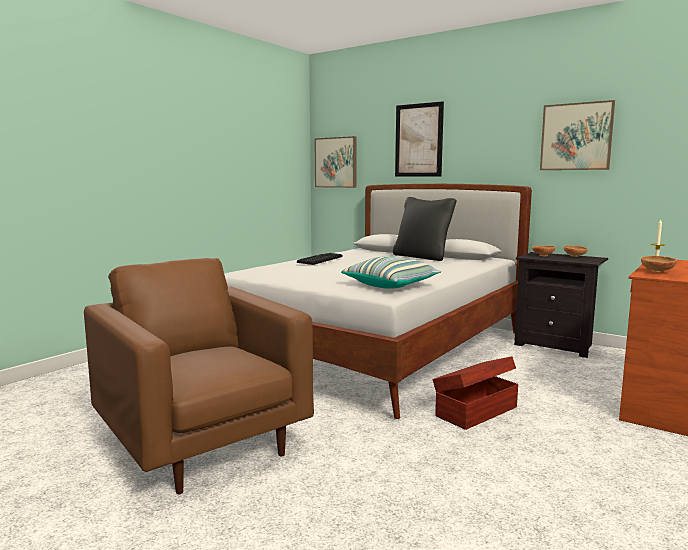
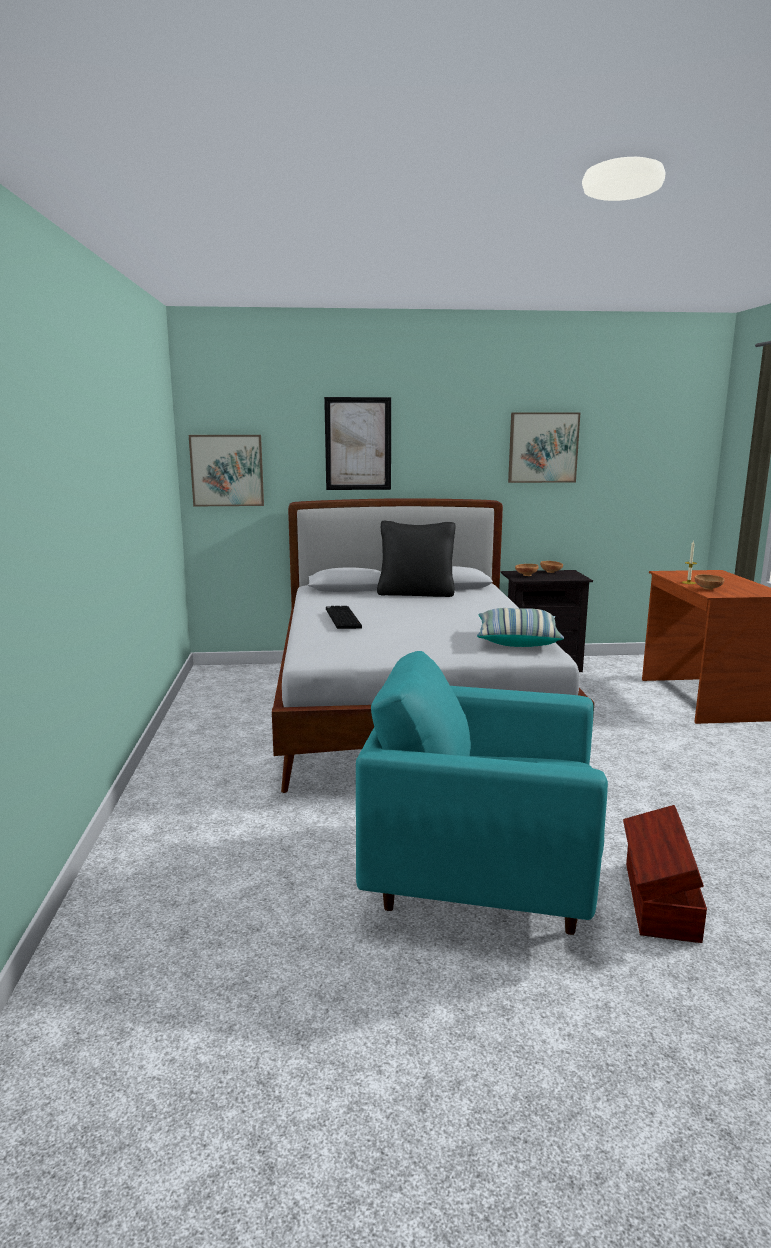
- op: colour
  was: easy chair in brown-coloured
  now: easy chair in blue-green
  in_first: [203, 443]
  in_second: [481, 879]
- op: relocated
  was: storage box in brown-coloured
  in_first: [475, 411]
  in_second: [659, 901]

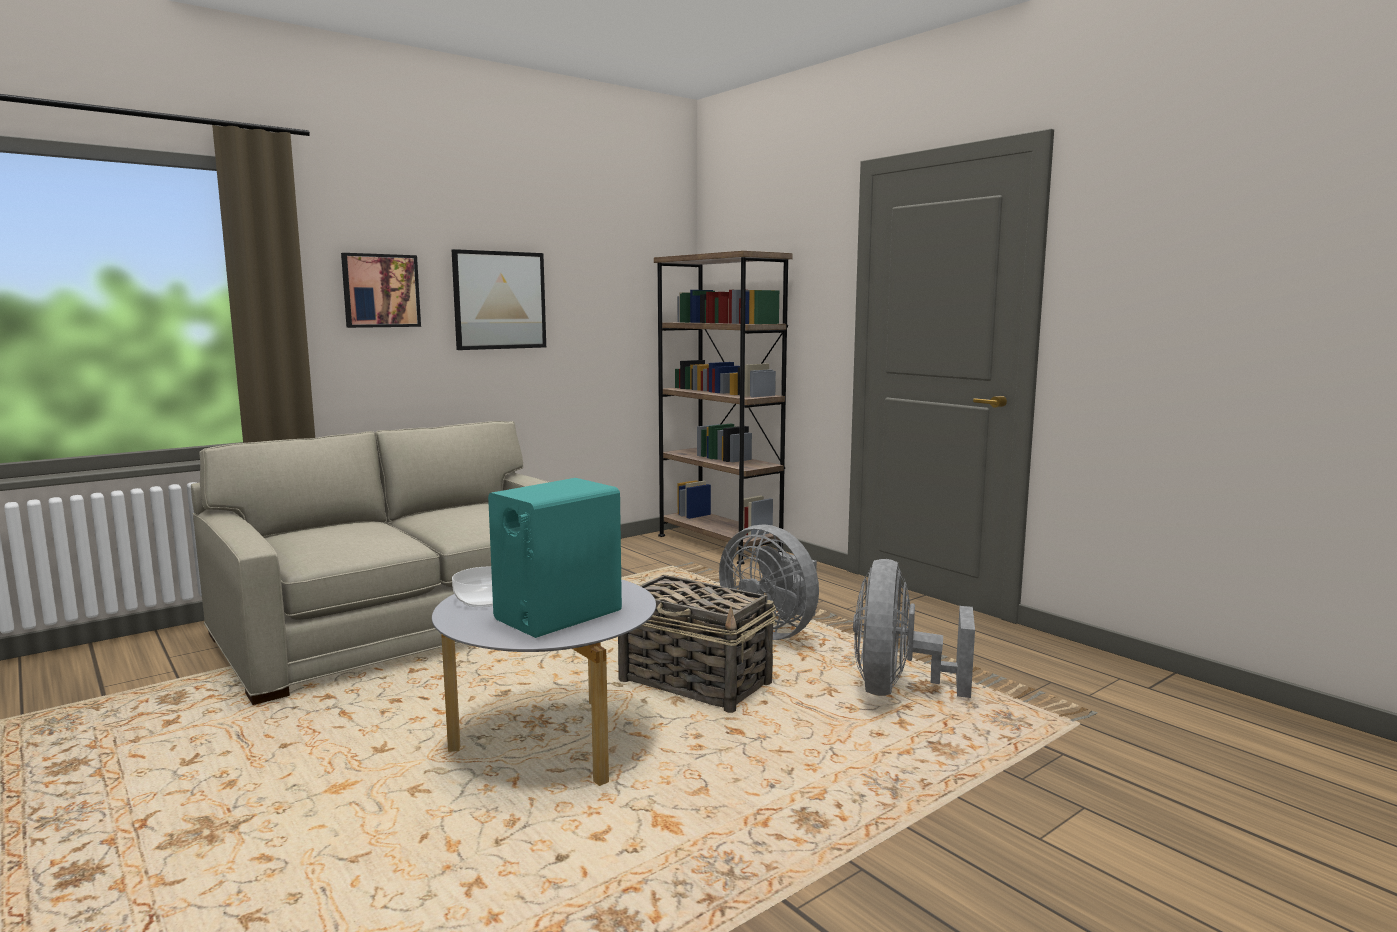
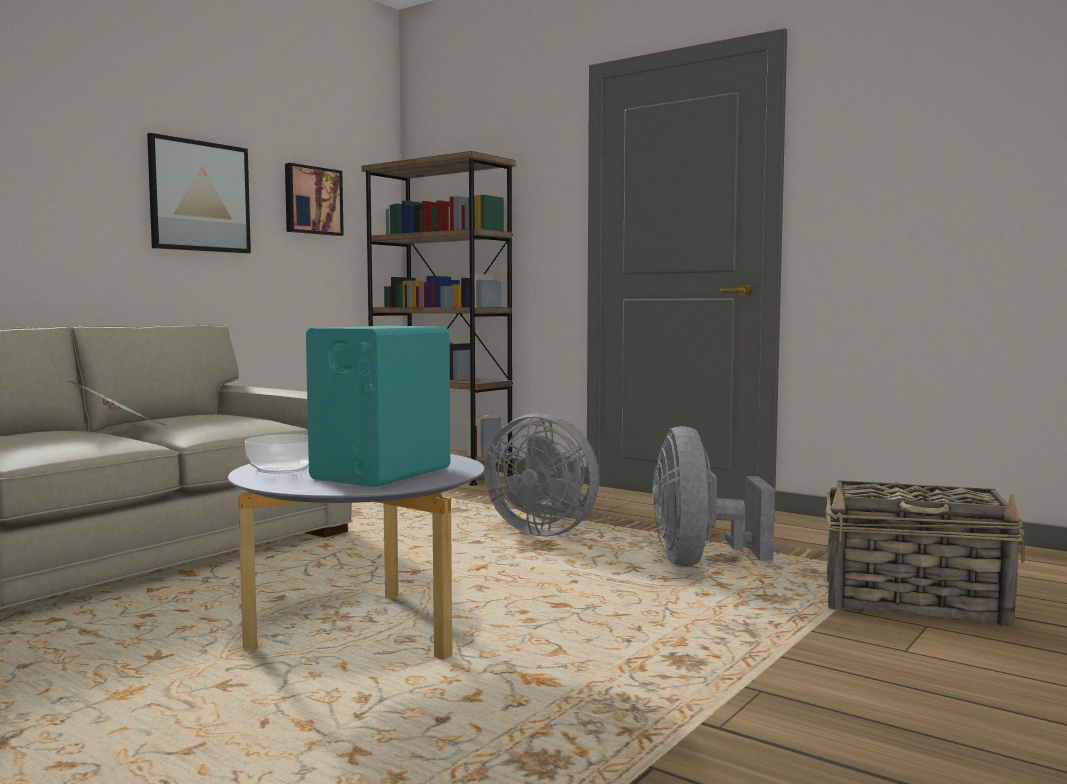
- op: relocated
  was: picture
  in_first: [380, 291]
  in_second: [312, 200]
- op: relocated
  was: basket
  in_first: [696, 682]
  in_second: [916, 603]
- op: appeared
  now: newspaper
  in_second: [119, 427]

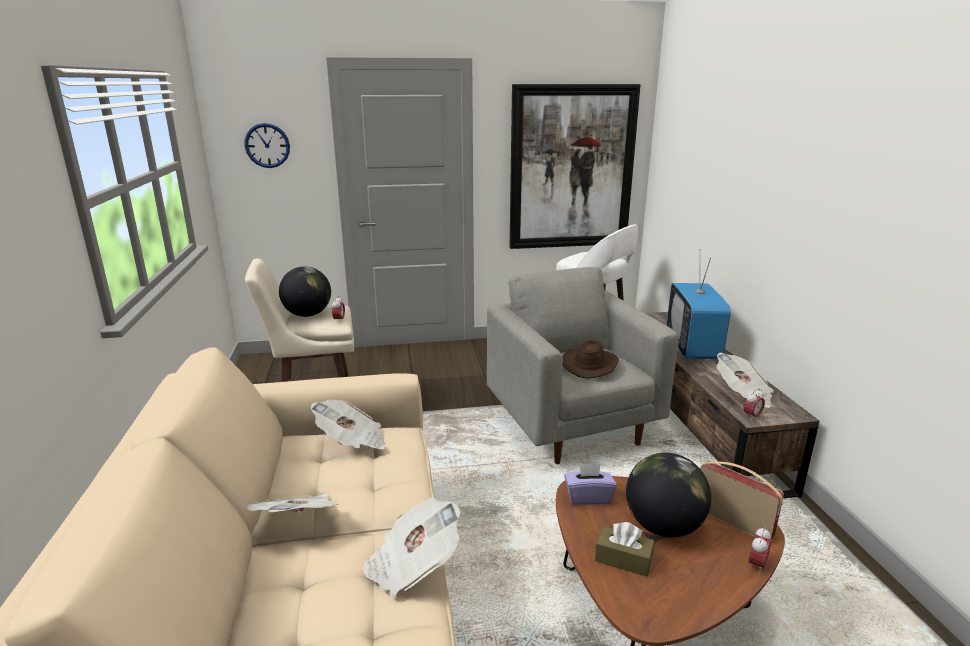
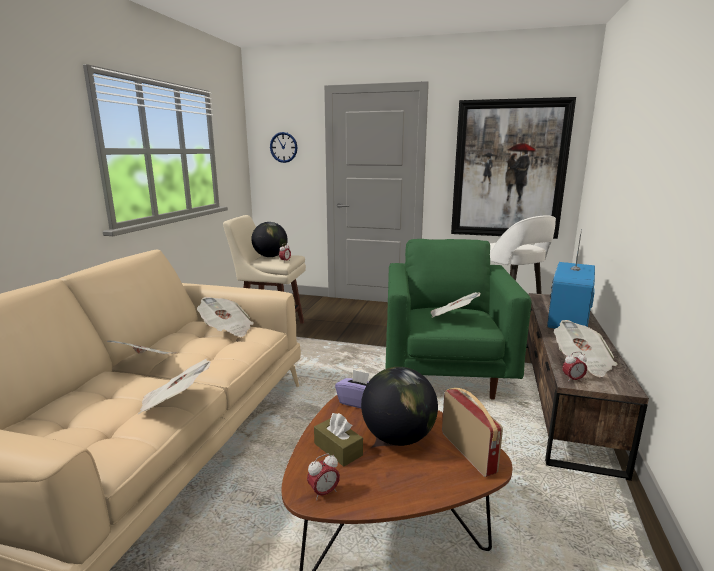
- op: colour
  was: easy chair in greyish
  now: easy chair in greenish
  in_first: [572, 426]
  in_second: [445, 373]
- op: exchanged
  was: hat in brown-coloured
  now: newspaper
  in_first: [590, 365]
  in_second: [452, 317]
- op: relocated
  was: alarm clock
  in_first: [756, 565]
  in_second: [324, 493]

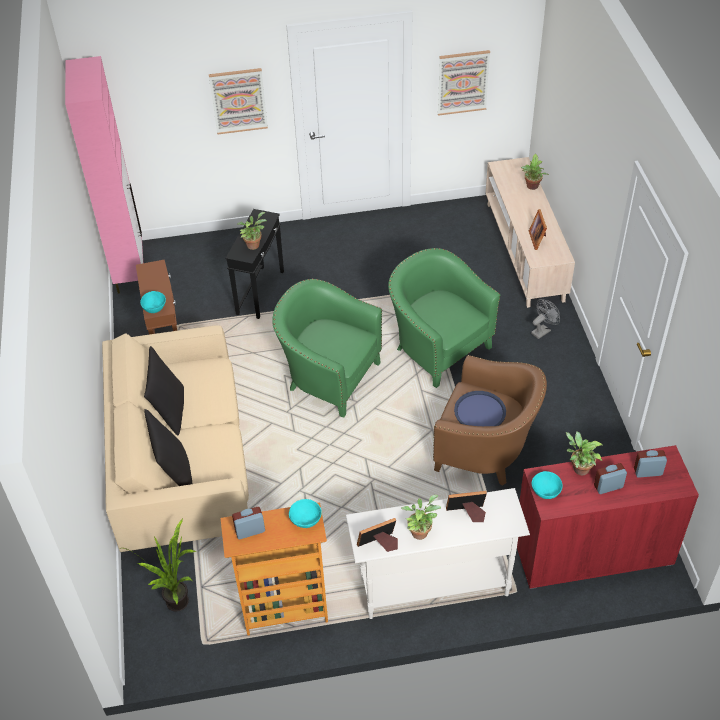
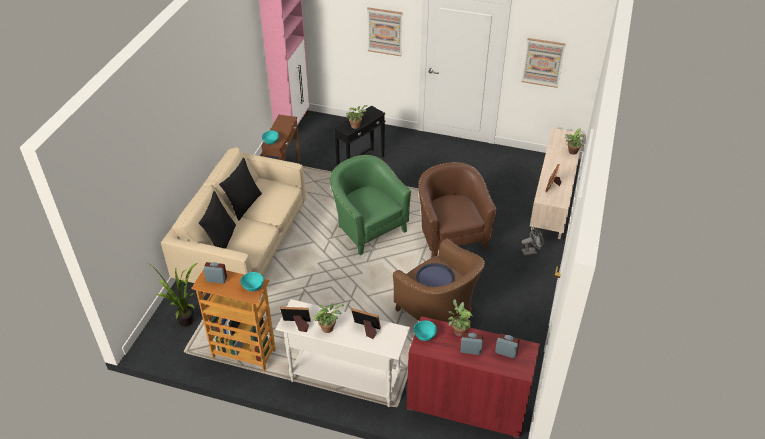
- op: colour
  was: easy chair in greenish
  now: easy chair in brown-coloured
  in_first: [437, 347]
  in_second: [451, 236]

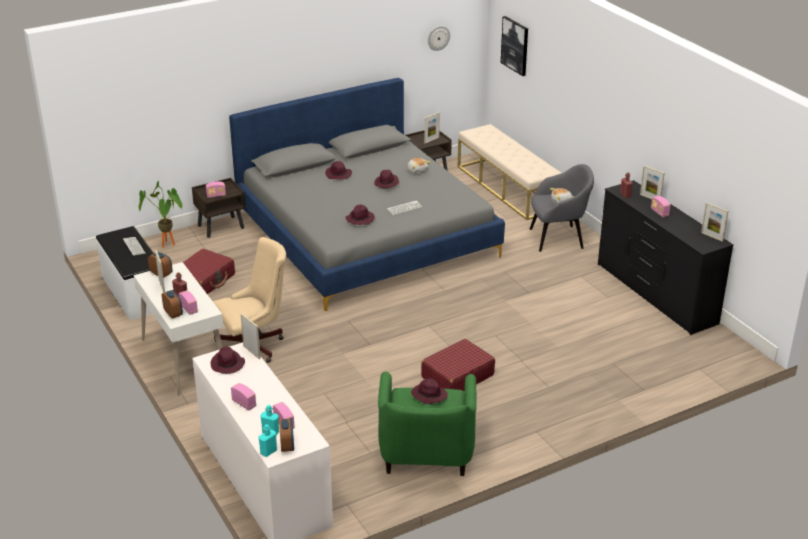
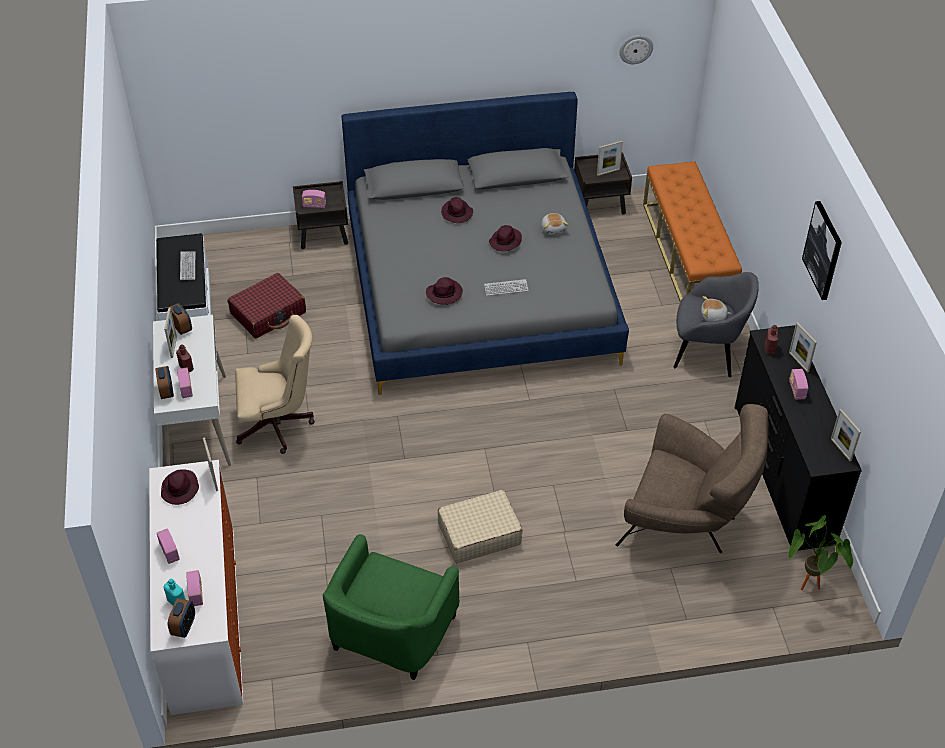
- op: relocated
  was: picture
  in_first: [515, 45]
  in_second: [823, 250]
- op: colour
  was: bench in beige
  now: bench in orange-coloured
  in_first: [507, 188]
  in_second: [687, 254]
- op: relocated
  was: houseplant
  in_first: [167, 246]
  in_second: [808, 589]
- op: colour
  was: suitcase in red
  now: suitcase in beige
  in_first: [457, 376]
  in_second: [479, 534]
- op: missing
  was: hat in purple
  in_first: [428, 395]
- op: missing
  was: bottle in blue-green
  in_first: [268, 452]
- op: appeared
  now: easy chair in brown-coloured
  in_second: [687, 521]

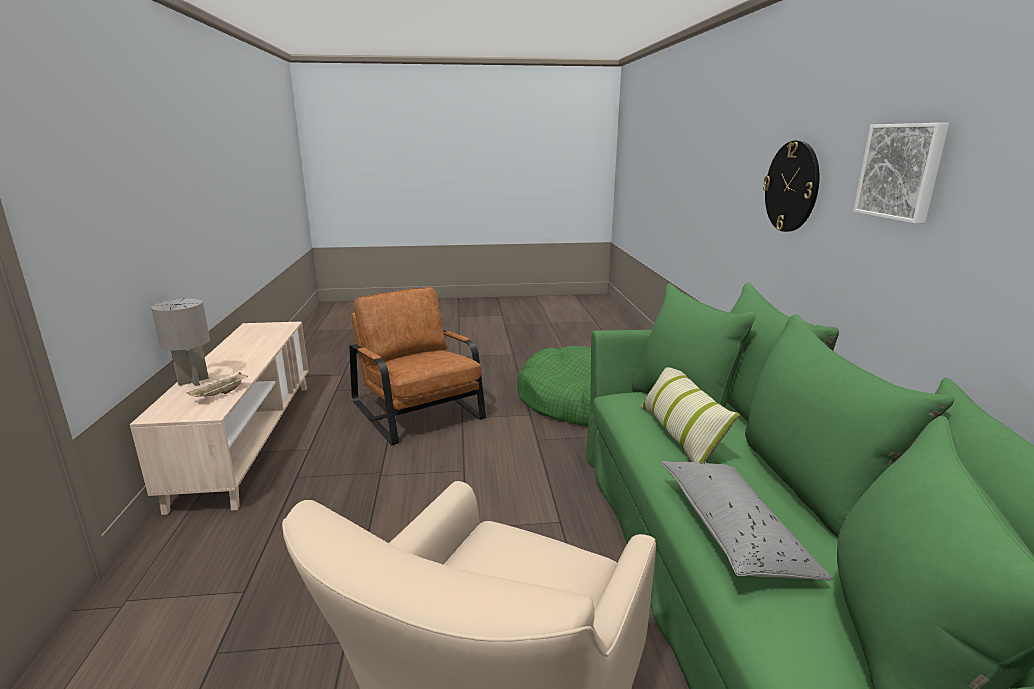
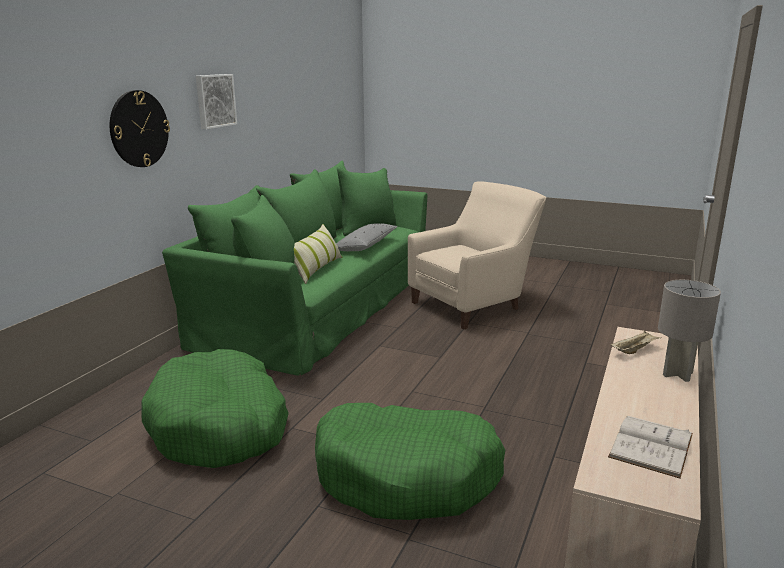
- op: exchanged
  was: easy chair in brown-coloured
  now: dog cushion in greenish
  in_first: [419, 410]
  in_second: [407, 476]
- op: appeared
  now: book in white-coloured
  in_second: [651, 445]

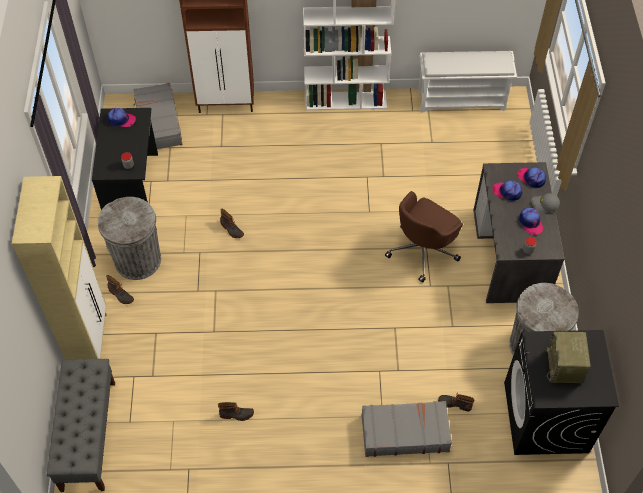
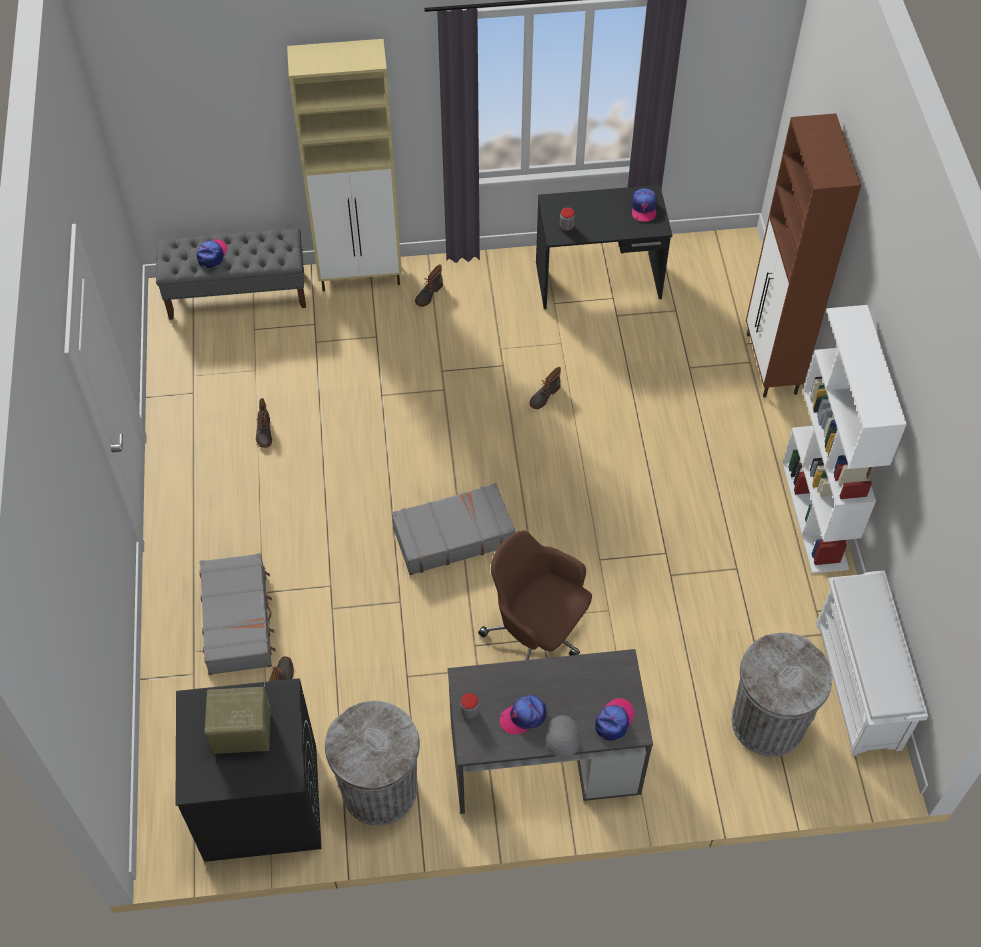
- op: relocated
  was: suitcase in greyish
  in_first: [158, 123]
  in_second: [453, 535]
- op: relocated
  was: baseball cap
  in_first: [507, 191]
  in_second: [212, 255]
- op: relocated
  was: waste bin in greyish
  in_first: [138, 260]
  in_second: [768, 722]

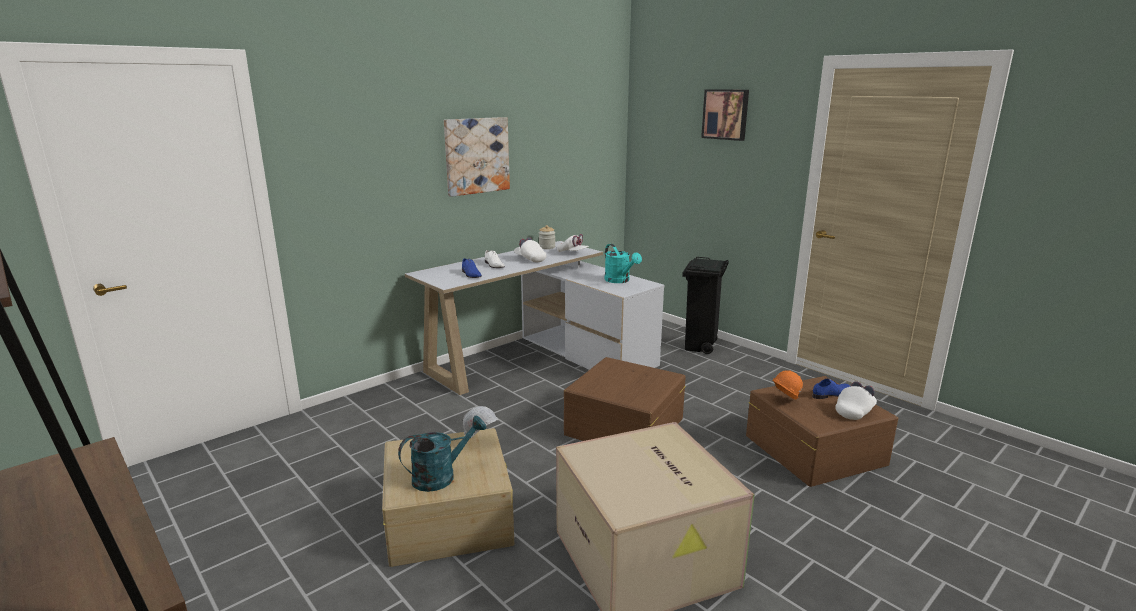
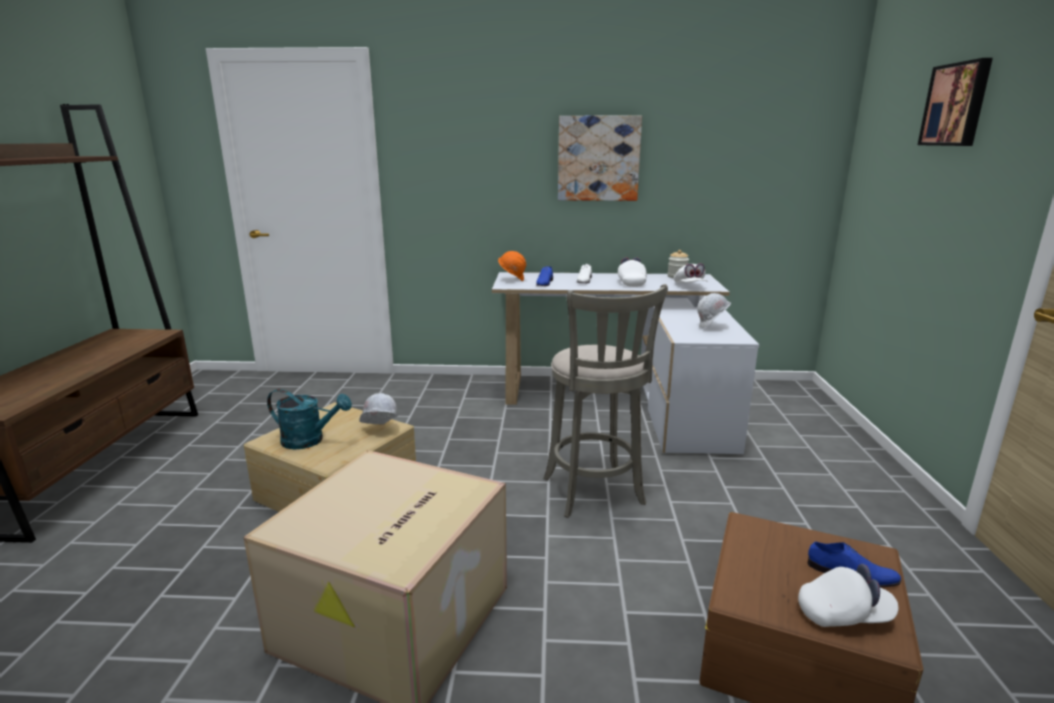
- op: exchanged
  was: sprinkling can in blue-green
  now: hard hat in white-coloured
  in_first: [620, 281]
  in_second: [712, 327]
- op: missing
  was: waste bin in blackish
  in_first: [700, 347]
- op: exchanged
  was: storage box in brown-coloured
  now: stool in greyish
  in_first: [624, 426]
  in_second: [595, 494]
- op: relocated
  was: hard hat in orange-coloured
  in_first: [783, 401]
  in_second: [512, 280]

